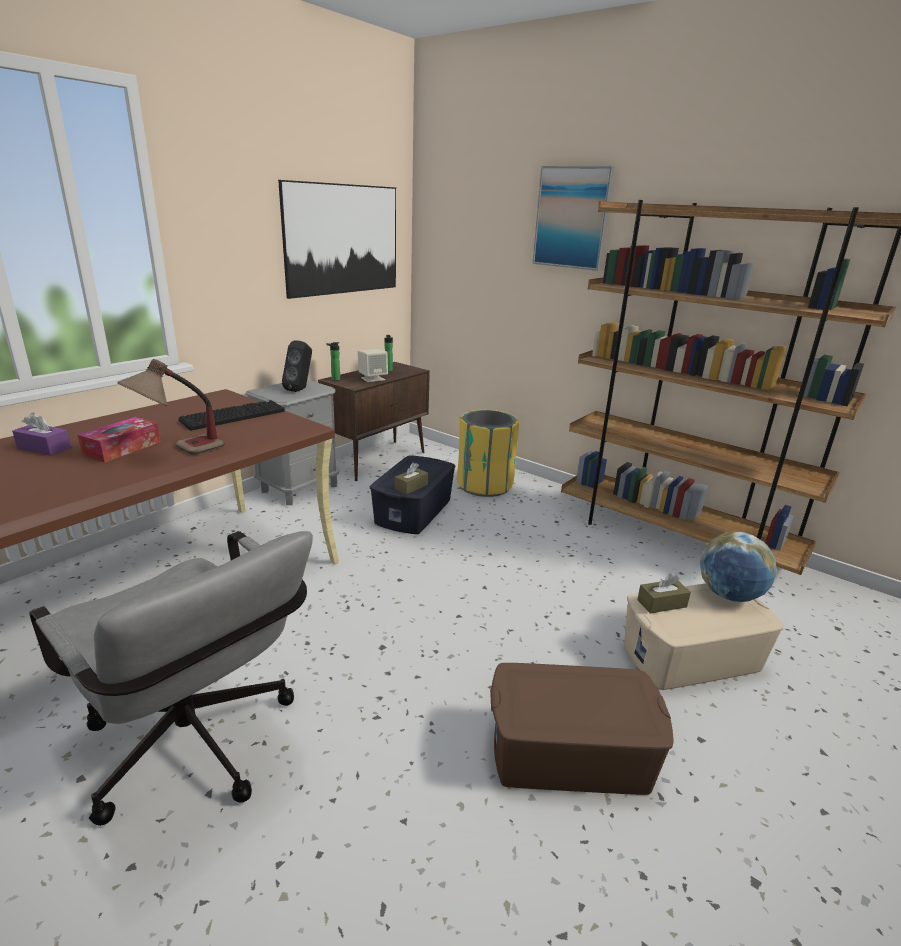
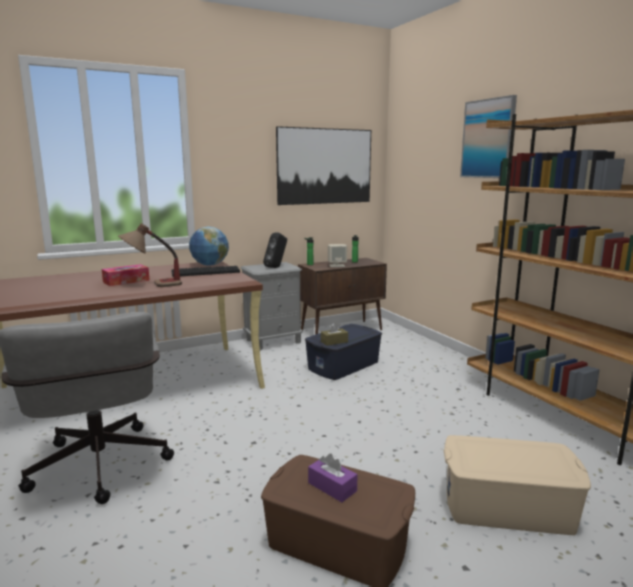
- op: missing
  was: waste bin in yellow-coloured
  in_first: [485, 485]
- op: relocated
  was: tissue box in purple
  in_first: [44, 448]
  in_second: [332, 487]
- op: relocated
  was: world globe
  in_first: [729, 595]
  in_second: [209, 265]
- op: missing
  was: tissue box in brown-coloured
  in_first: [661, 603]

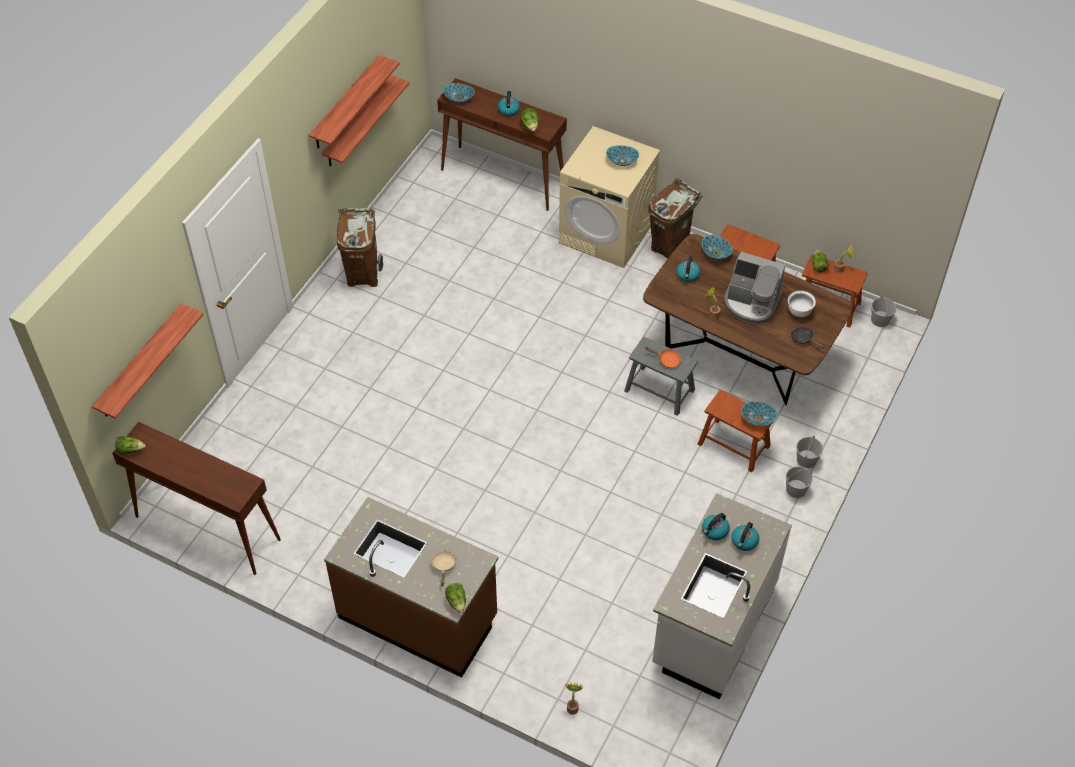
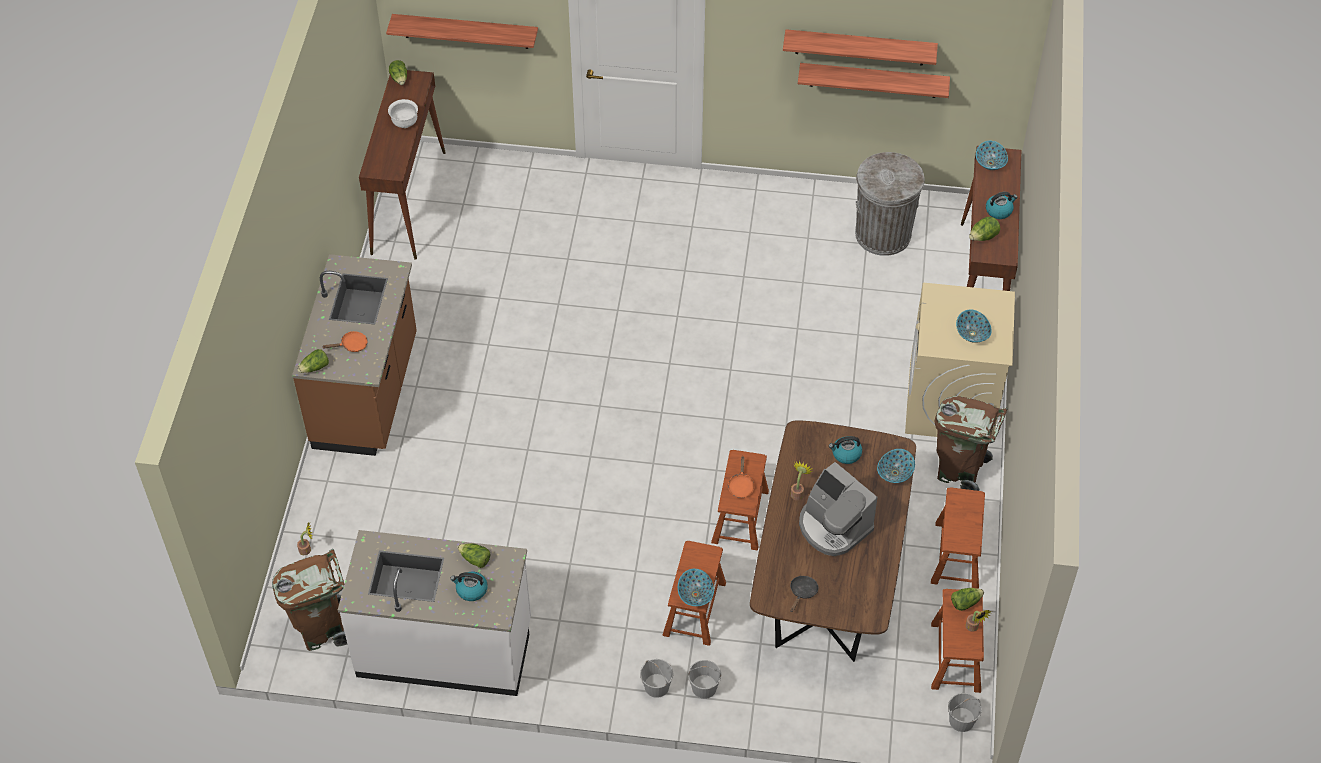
- op: relocated
  was: waste bin in brown-coloured
  in_first: [363, 275]
  in_second: [322, 629]
- op: spun
  was: coffee machine
  in_first: [751, 303]
  in_second: [833, 526]
  clockwise: -45
- op: relocated
  was: deep dish in white-coloured
  in_first: [799, 312]
  in_second: [405, 123]
- op: colour
  was: stool in greyish
  now: stool in brown-coloured
  in_first: [659, 390]
  in_second: [740, 516]
- op: exchanged
  was: tea kettle
  now: head of lettuce
  in_first: [714, 531]
  in_second: [475, 559]
- op: colour
  was: pan in beige
  now: pan in orange-coloured
  in_first: [444, 566]
  in_second: [351, 345]
- op: appeared
  now: waste bin in greyish
  in_second: [883, 234]

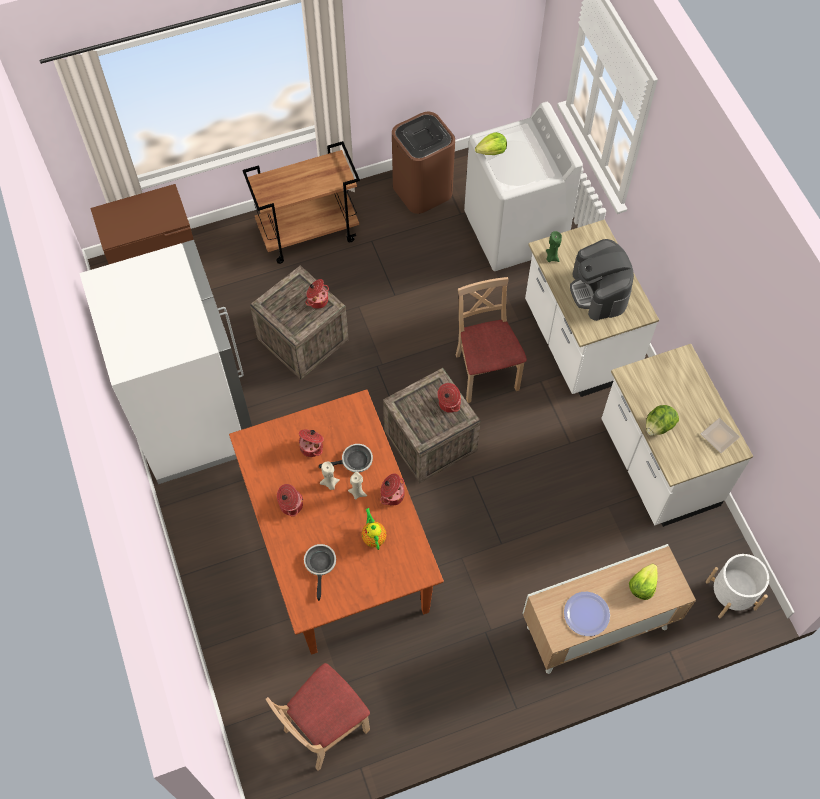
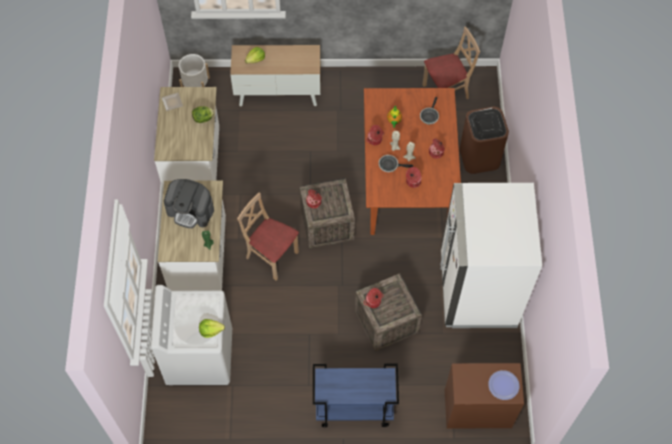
- op: relocated
  was: waste bin in brown-coloured
  in_first: [423, 190]
  in_second: [479, 156]
- op: colour
  was: wheeled cart in brown-coloured
  now: wheeled cart in bluish
  in_first: [309, 233]
  in_second: [353, 408]
- op: spun
  was: coffee machine
  in_first: [599, 291]
  in_second: [191, 210]
  clockwise: 105
- op: spun
  was: upright chair in beige
  in_first: [485, 373]
  in_second: [271, 256]
  clockwise: 120
- op: relocated
  was: flat dish
  in_first: [586, 614]
  in_second: [503, 385]

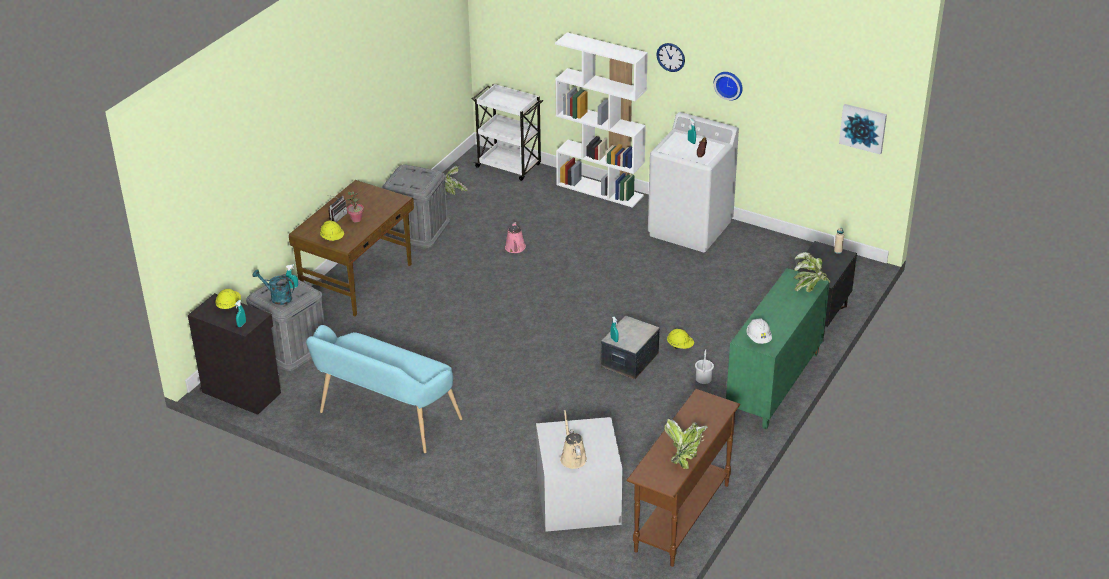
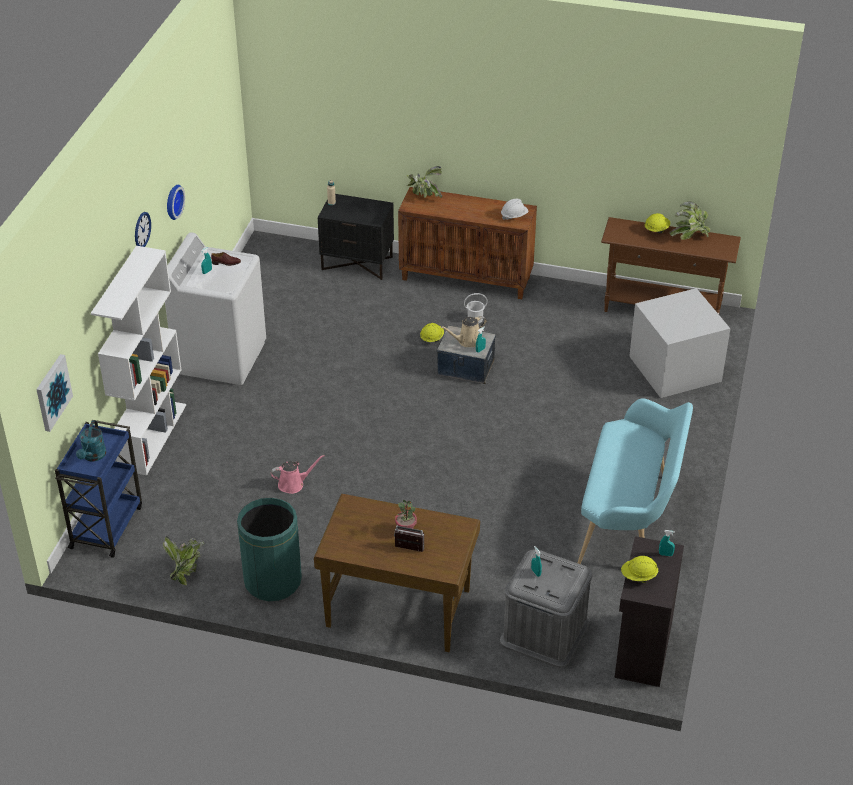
- op: colour
  was: wheeled cart in white-coloured
  now: wheeled cart in bluish
  in_first: [509, 166]
  in_second: [107, 526]
- op: relocated
  was: picture
  in_first: [863, 128]
  in_second: [52, 392]
- op: exchanged
  was: storage box in greyish
  now: waste bin in greenish
  in_first: [416, 229]
  in_second: [272, 581]
- op: relocated
  was: hard hat in yellow-coloured
  in_first: [332, 239]
  in_second: [656, 230]
- op: colour
  was: cupboard in greenish
  now: cupboard in brown-coloured
  in_first: [774, 385]
  in_second: [467, 278]
- op: relocated
  was: sprinkling can in blue-green
  in_first: [277, 298]
  in_second: [93, 456]
- op: relocated
  was: sprinkling can in beige
  in_first: [572, 457]
  in_second: [467, 341]

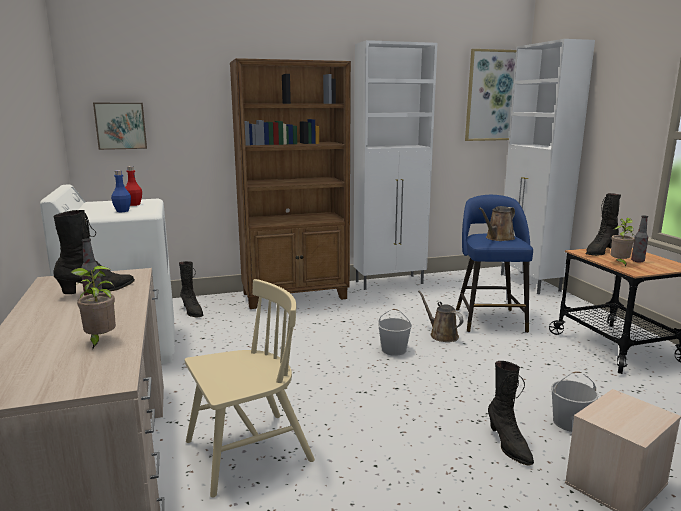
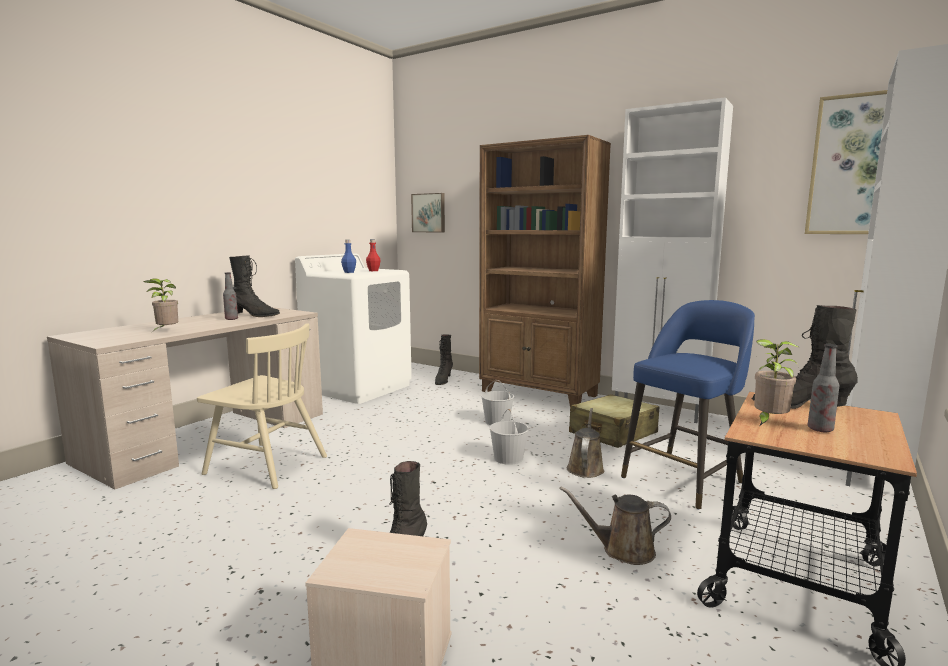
- op: relocated
  was: sprinkling can in brown-coloured
  in_first: [498, 238]
  in_second: [623, 550]
- op: relocated
  was: pail in white-coloured
  in_first: [569, 422]
  in_second: [497, 421]
- op: appeared
  now: suitcase in beige
  in_second: [613, 433]

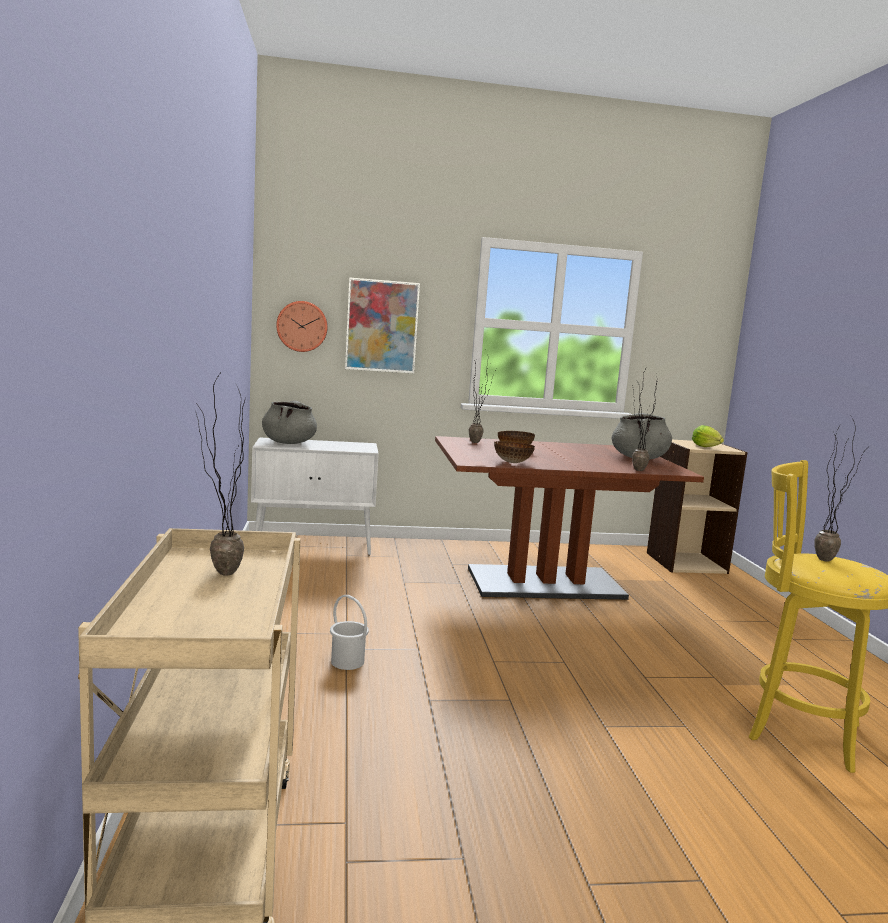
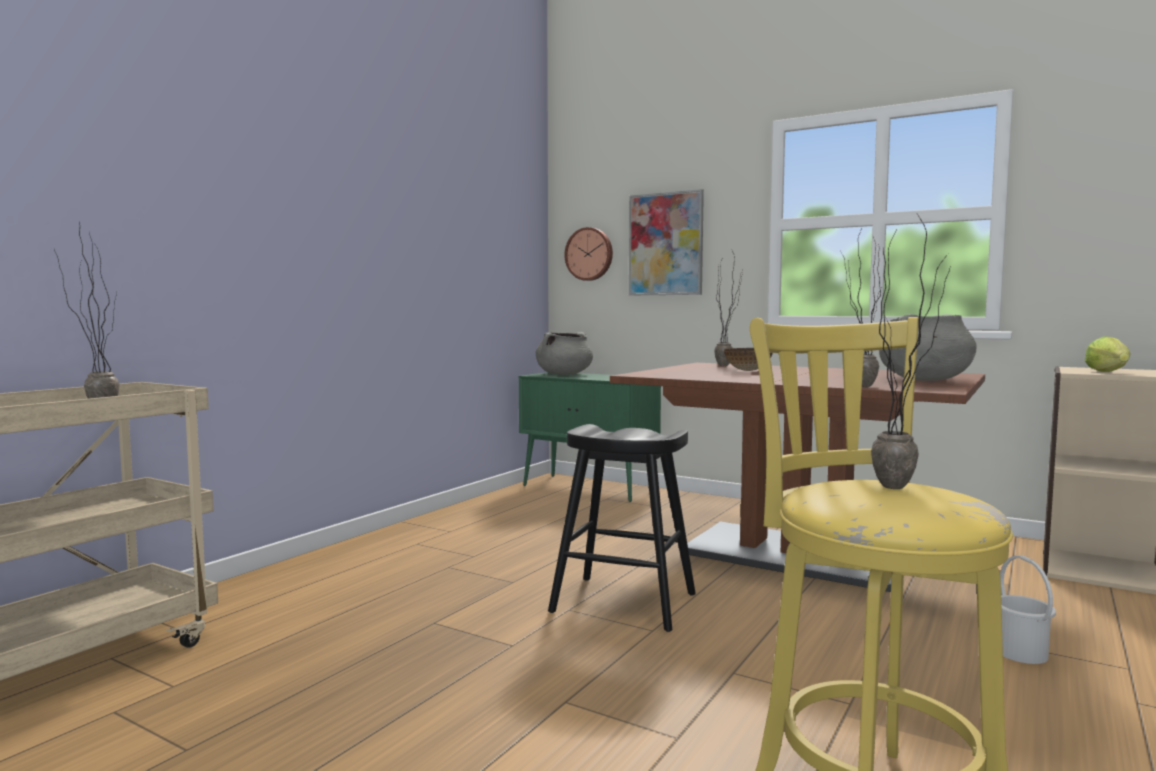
- op: colour
  was: cupboard in white-coloured
  now: cupboard in greenish
  in_first: [314, 546]
  in_second: [590, 488]
- op: missing
  was: deep dish
  in_first: [513, 462]
- op: relocated
  was: pail in white-coloured
  in_first: [348, 661]
  in_second: [1021, 653]
- op: appeared
  now: stool in blackish
  in_second: [624, 603]

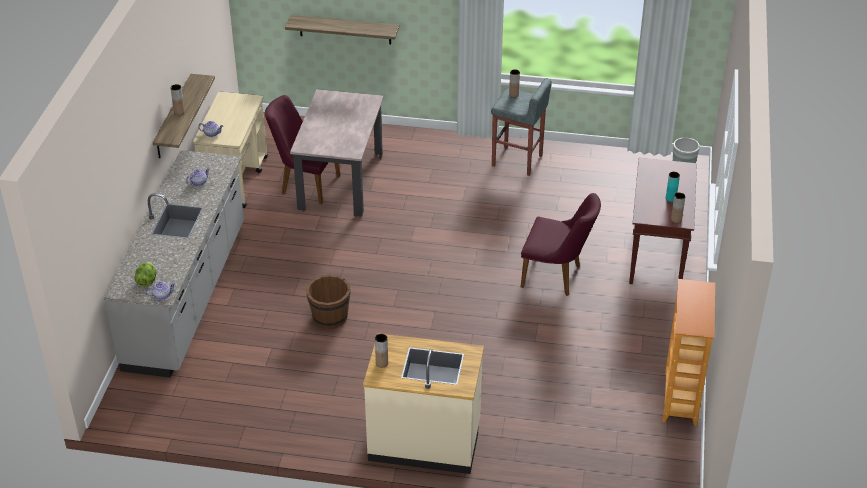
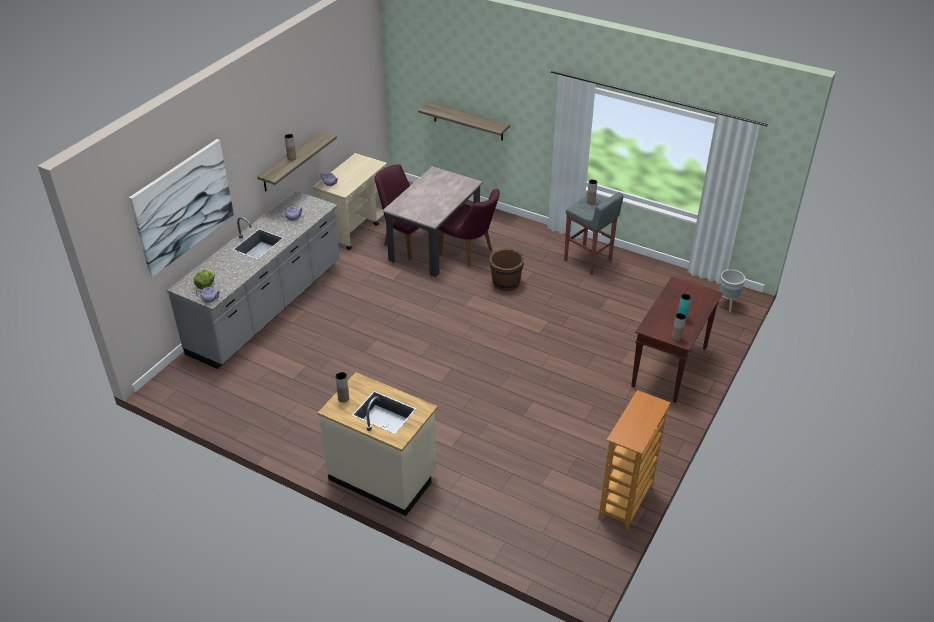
- op: relocated
  was: upright chair in purple
  in_first: [557, 277]
  in_second: [470, 253]
- op: relocated
  was: pail in brown-coloured
  in_first: [330, 318]
  in_second: [505, 283]
- op: appeared
  now: picture
  in_second: [183, 206]

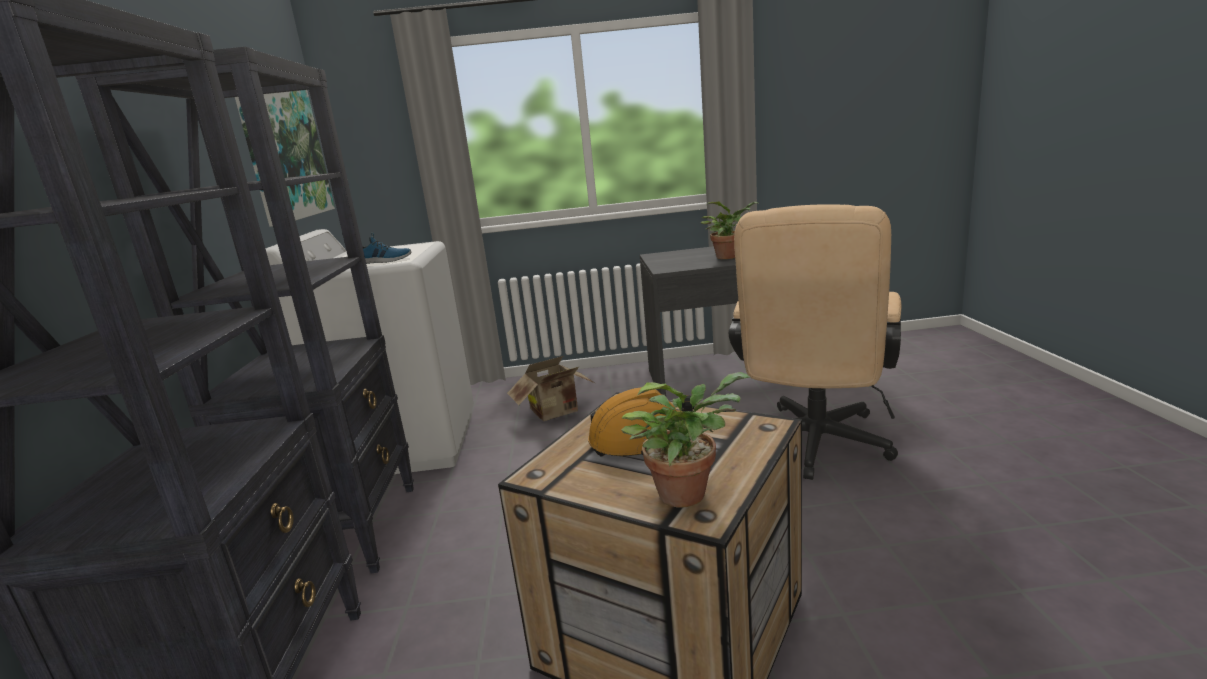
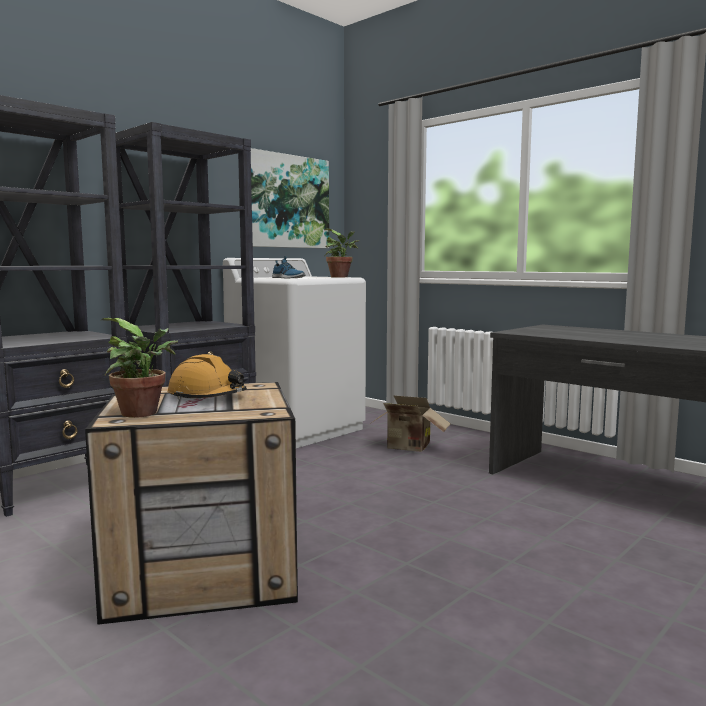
- op: relocated
  was: houseplant
  in_first: [729, 256]
  in_second: [341, 277]
- op: missing
  was: office chair in beige
  in_first: [814, 447]

